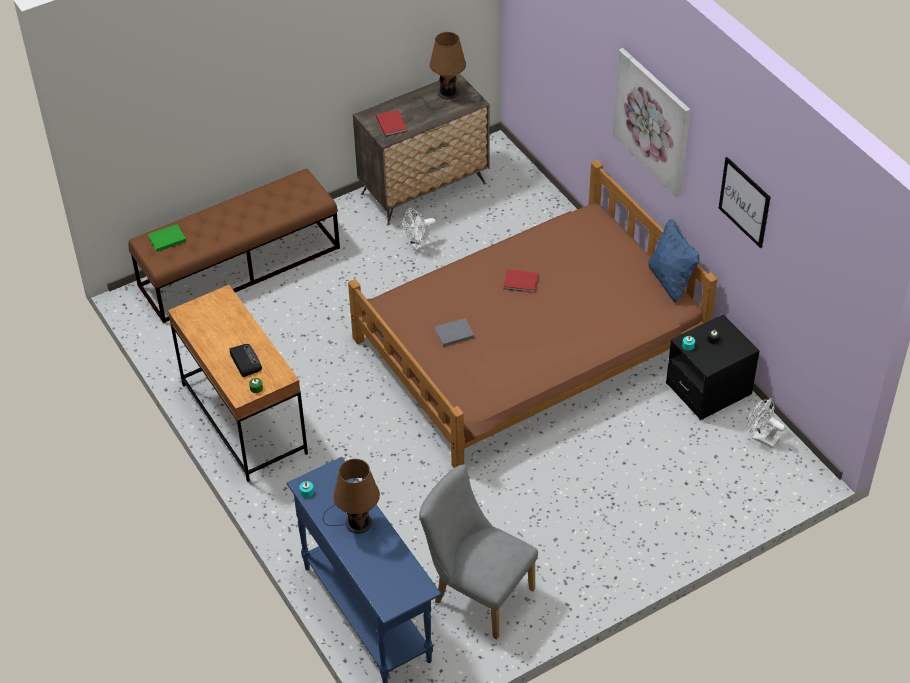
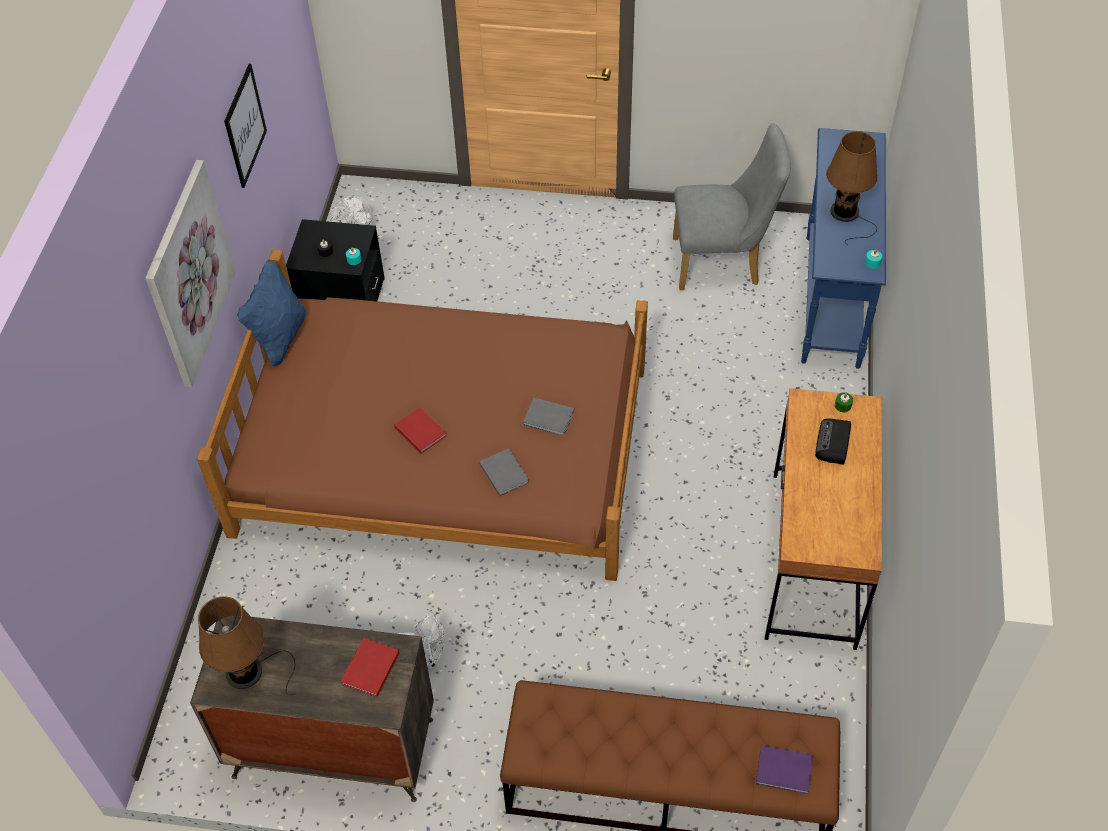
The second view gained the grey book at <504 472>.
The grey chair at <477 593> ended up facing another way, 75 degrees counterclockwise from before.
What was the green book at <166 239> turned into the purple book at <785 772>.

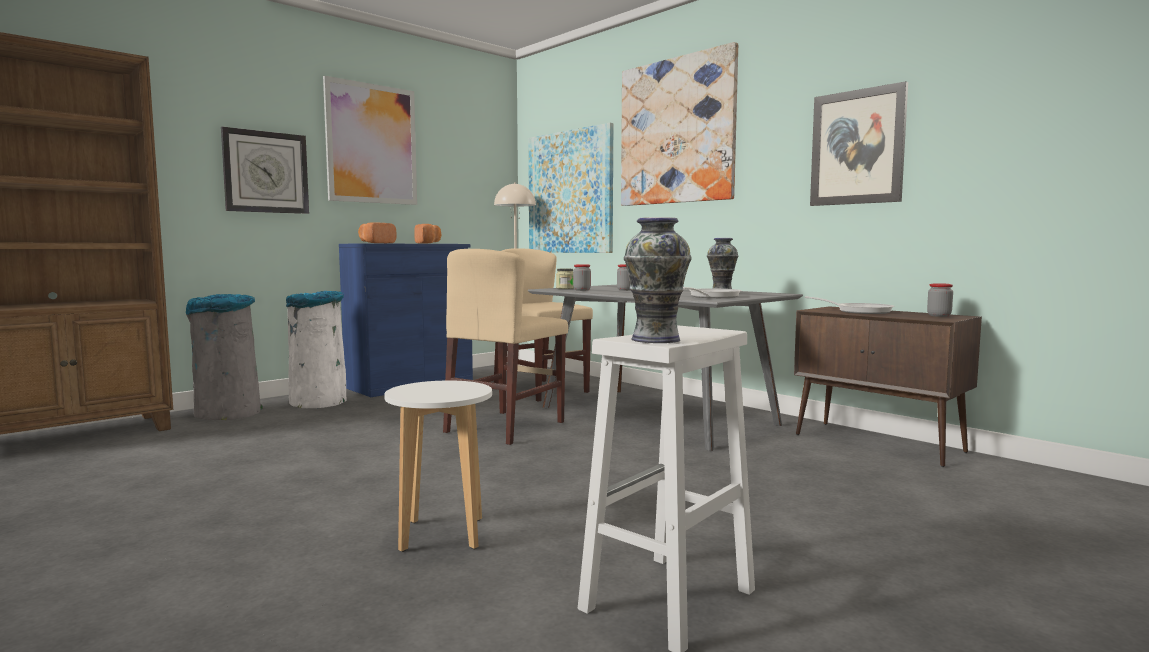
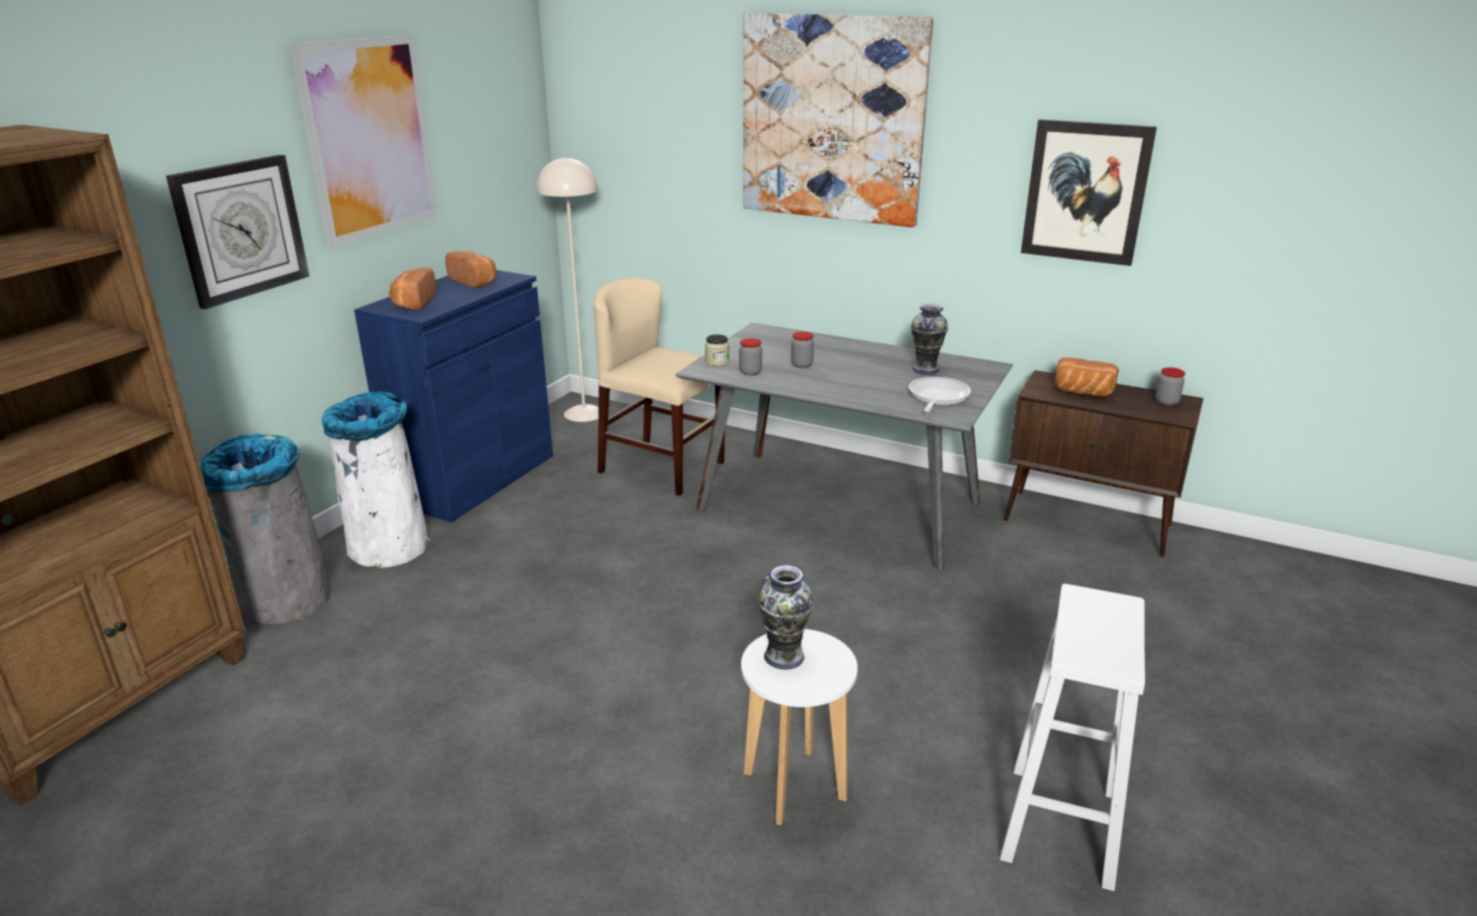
The vase ended up elsewhere, having gone from <655 339> to <783 657>.
Where the frying pan stood at <859 311>, the bread came to stand at <1082 393>.
The second view lost the beige chair at <505 427>.
The second view lost the picture at <570 192>.

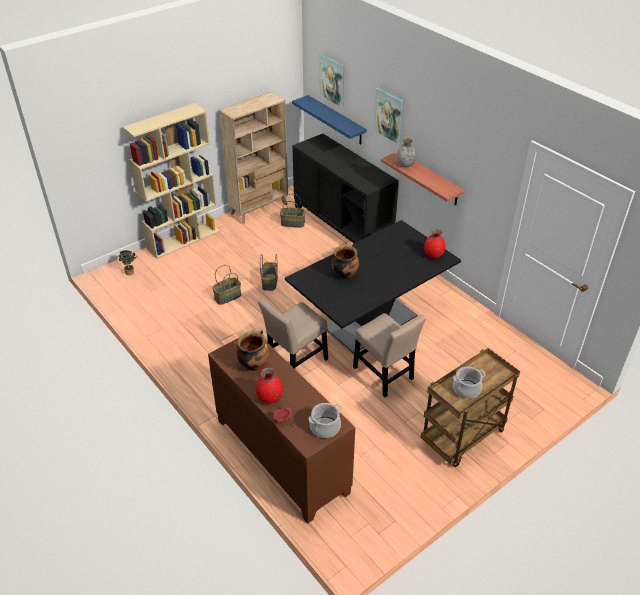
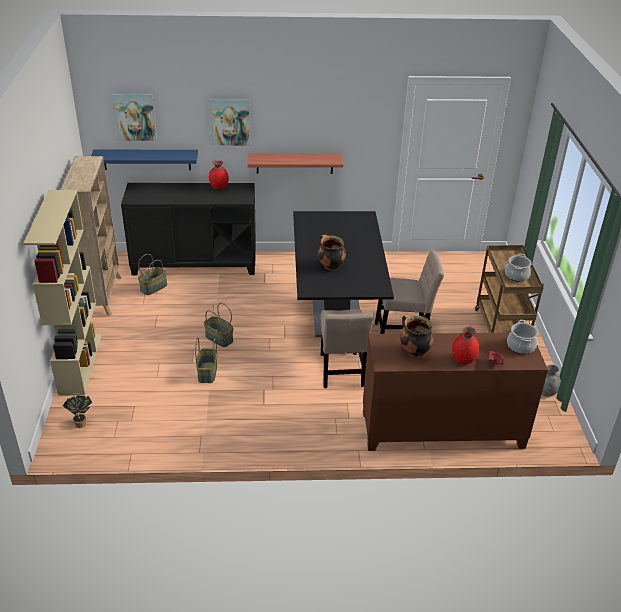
The red vase ended up elsewhere, having gone from <433 255> to <219 187>.
The grey vase ended up elsewhere, having gone from <405 165> to <546 392>.

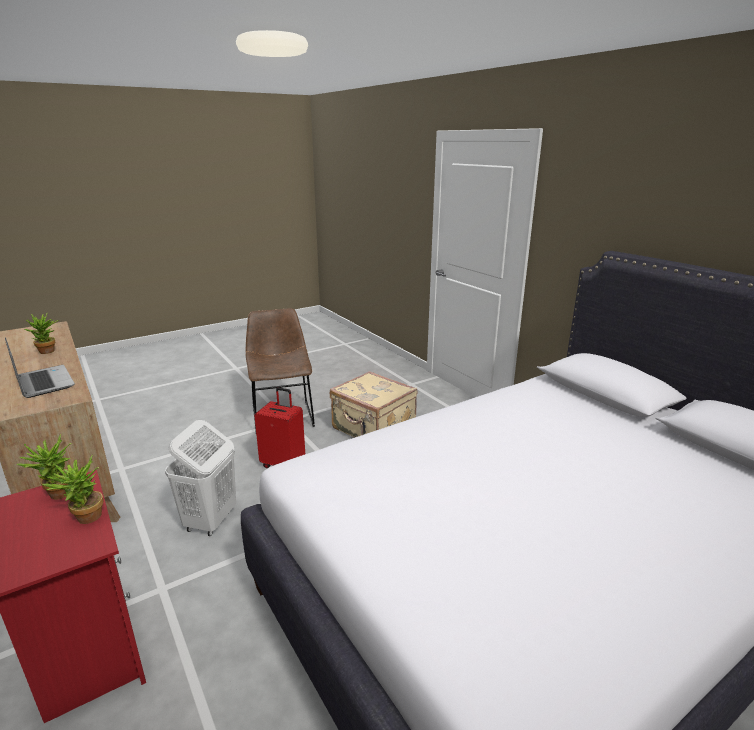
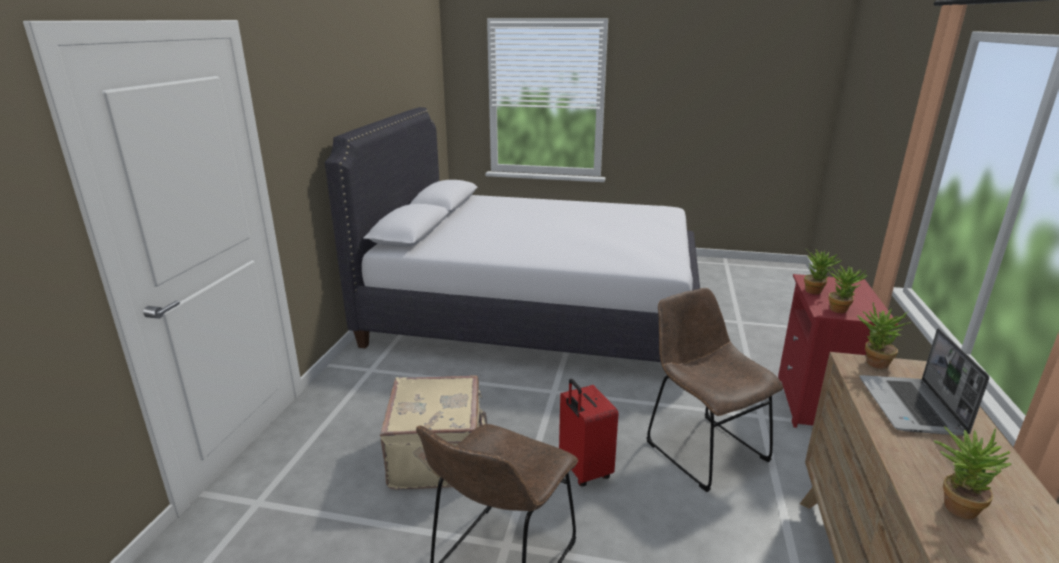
Where the white laundry basket stood at <210 521>, the brown chair came to stand at <702 448>.
The second view gained the potted plant at <872 363>.

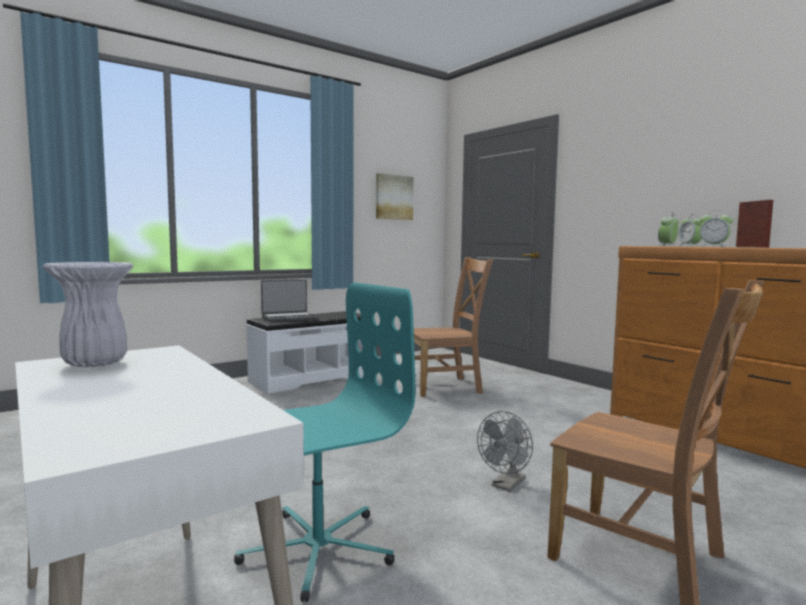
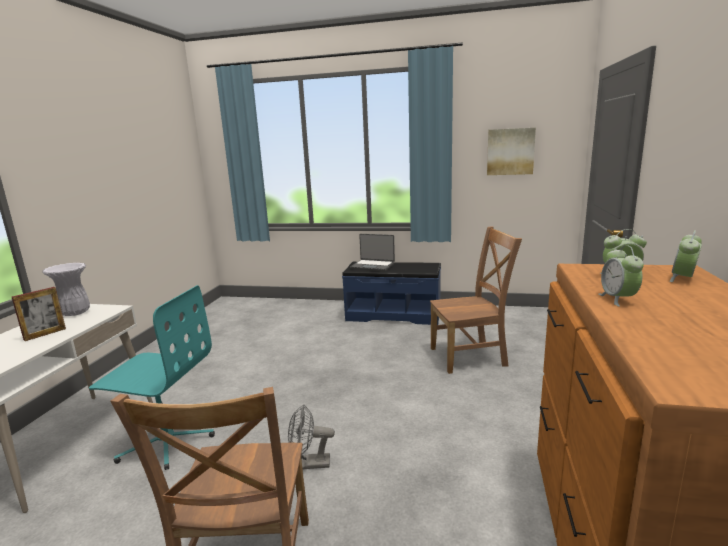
The picture frame ended up elsewhere, having gone from <751 247> to <45 334>.
What was the white bench at <310 378> turned into the blue bench at <393 315>.
The brown chair at <446 387> ended up facing another way, 45 degrees counterclockwise from before.

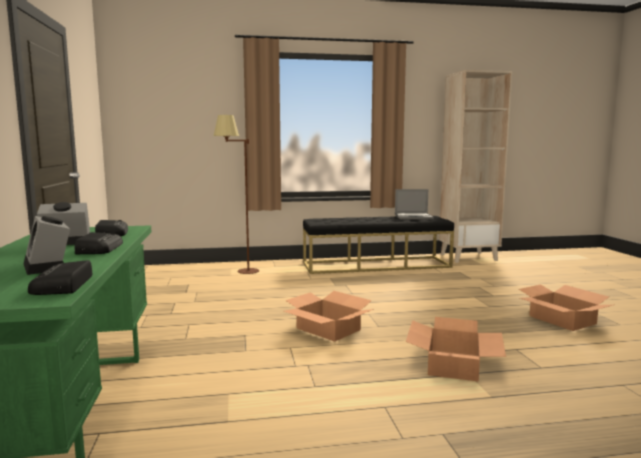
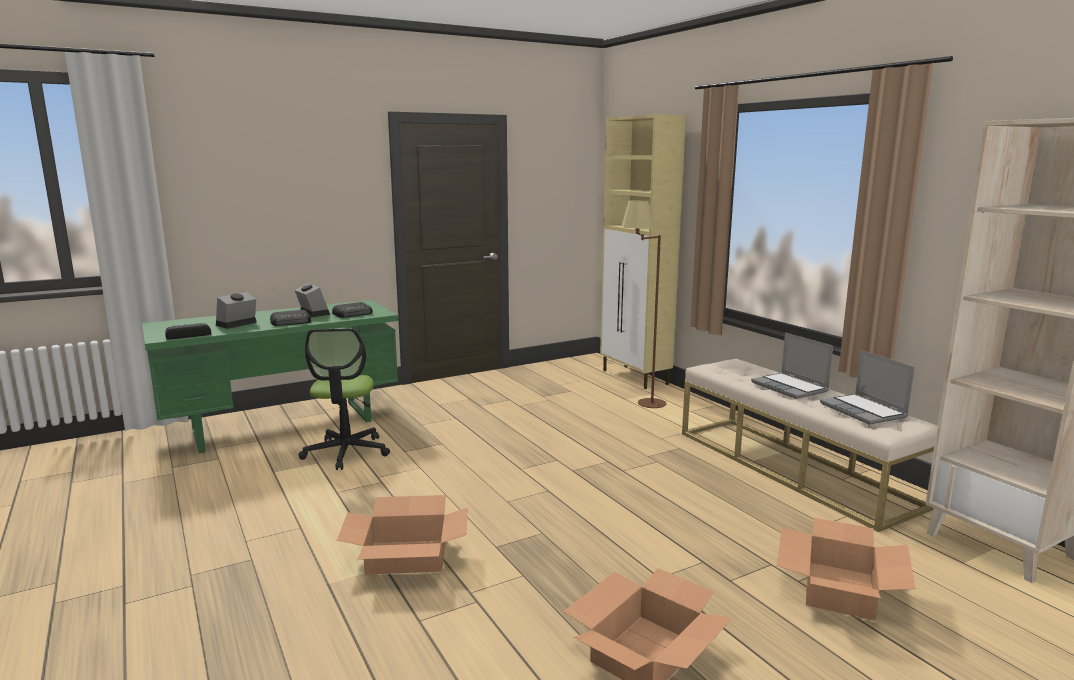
The second view gained the office chair at <346 452>.
The second view gained the beige cabinet at <635 377>.
What was the black bench at <376 265> turned into the beige bench at <793 467>.
The second view gained the laptop at <790 387>.
The cardboard box ended up elsewhere, having gone from <328 329> to <839 590>.

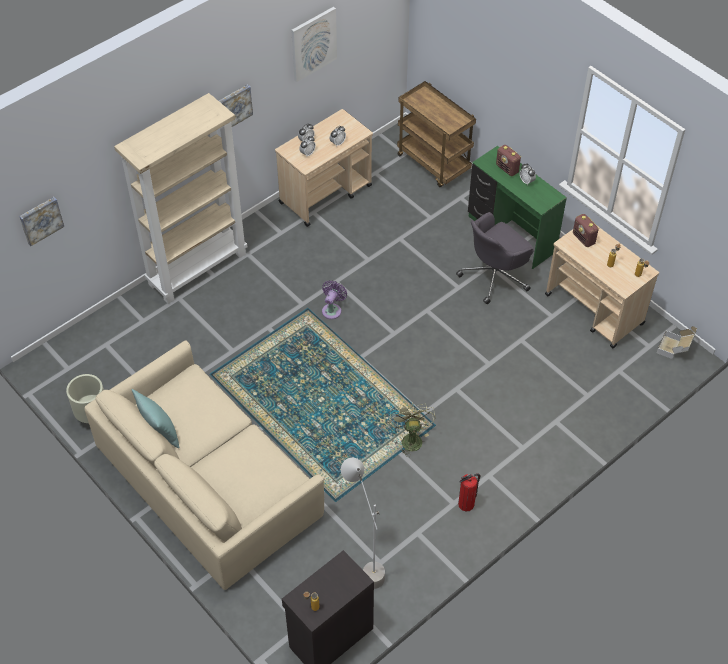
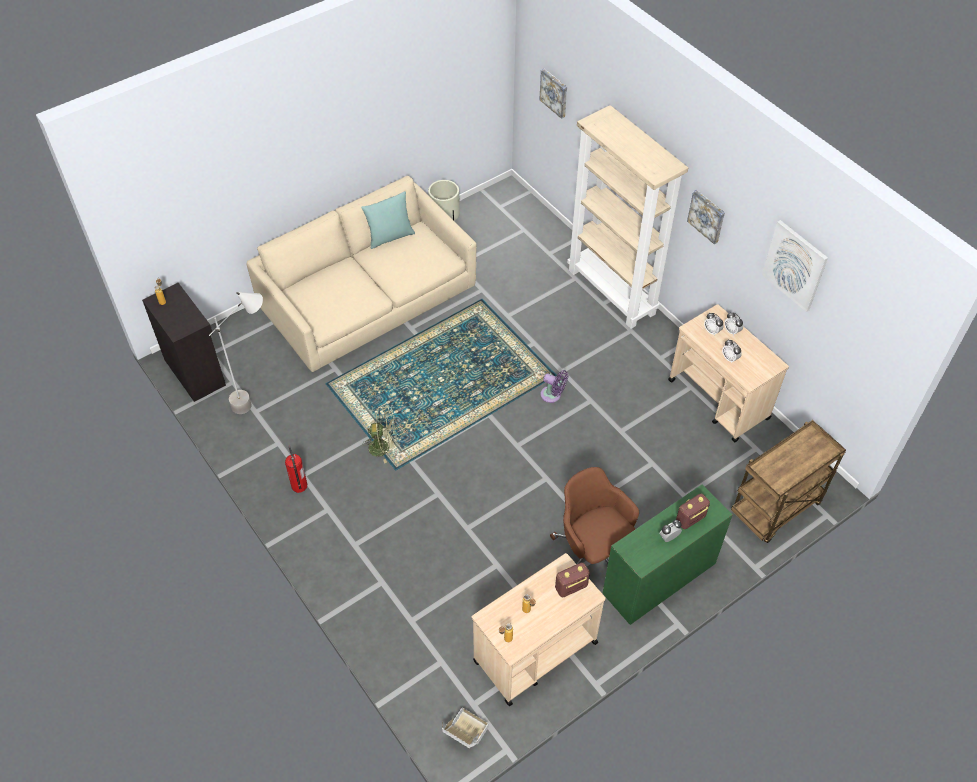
What was the grey office chair at <495 276> turned into the brown office chair at <592 551>.

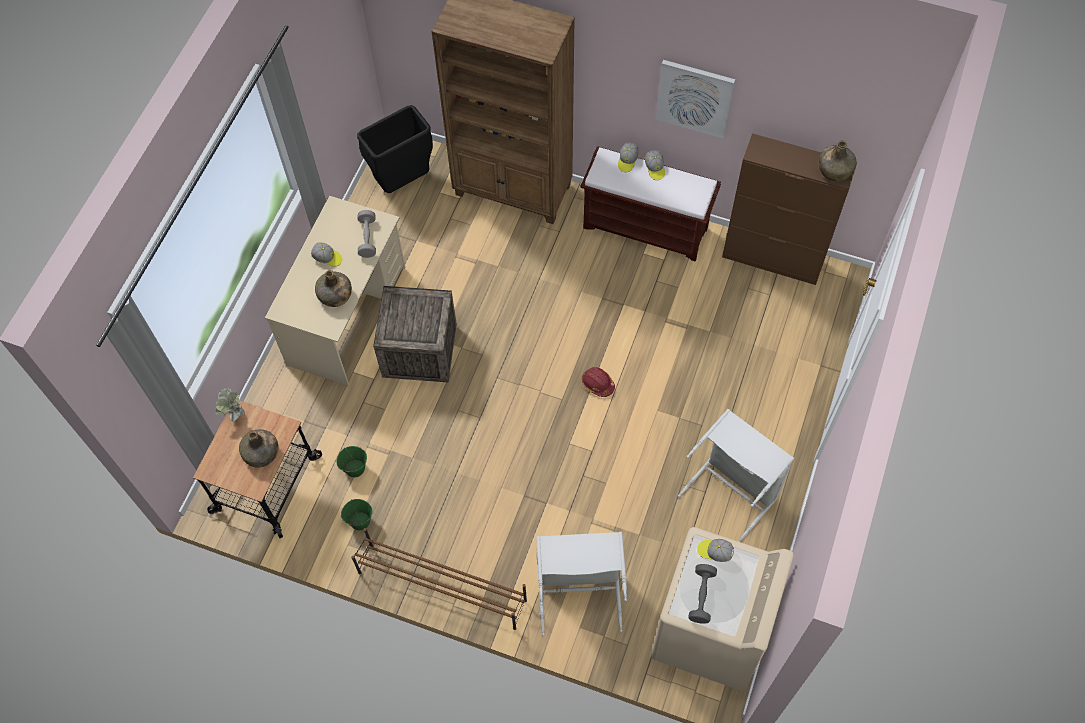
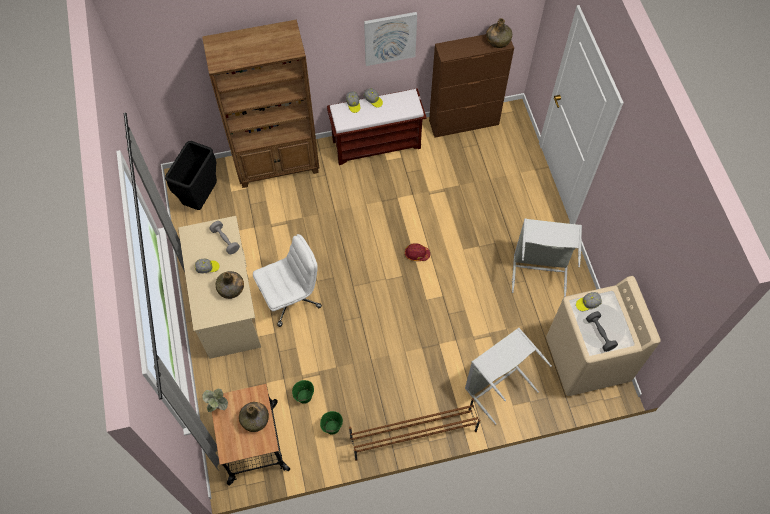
Where the crate stood at <419 350>, the white office chair came to stand at <291 298>.

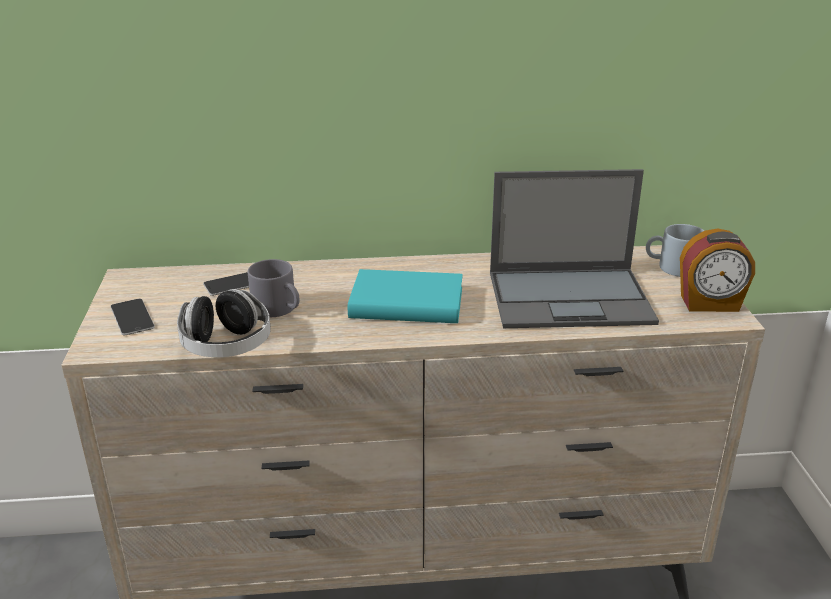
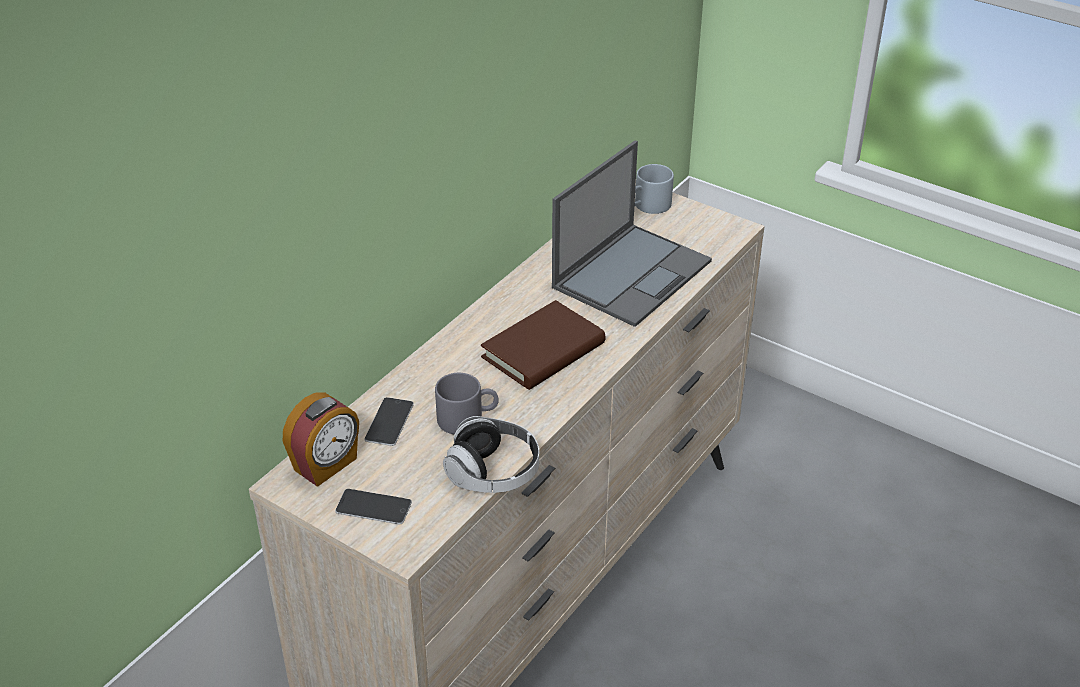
The alarm clock ended up elsewhere, having gone from <709 304> to <326 465>.
What was the turquoise book at <406 303> turned into the brown book at <543 351>.

